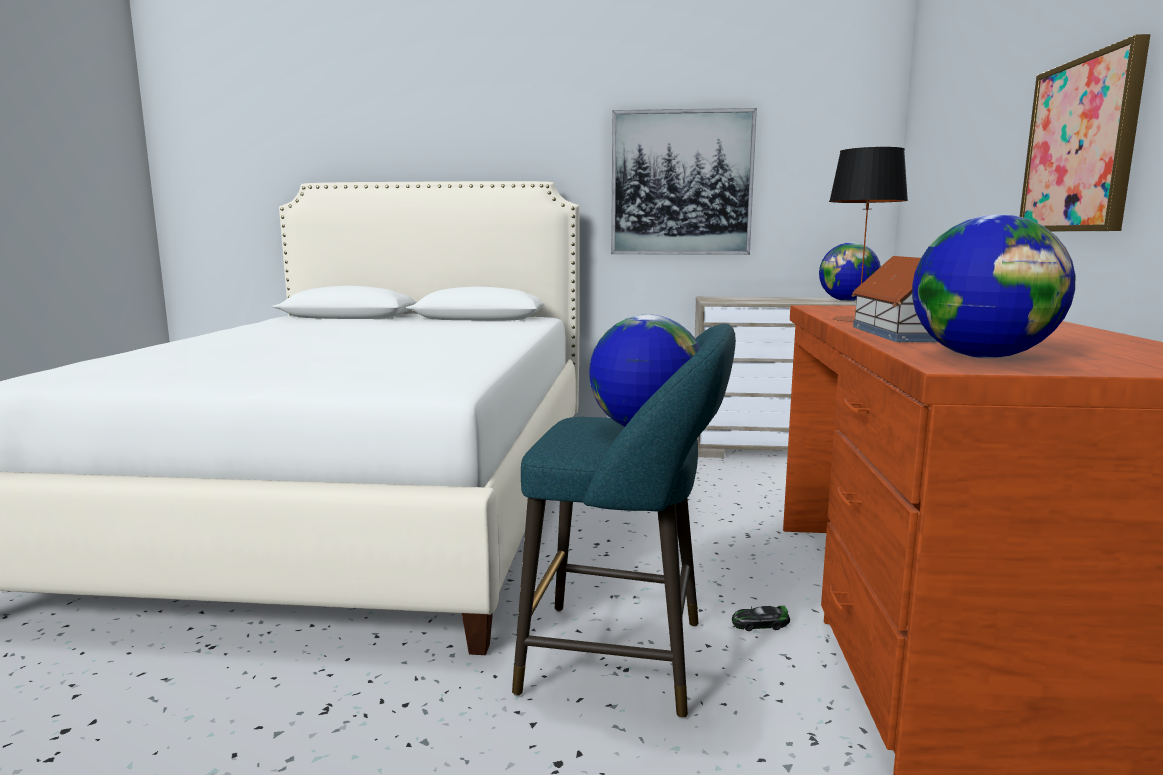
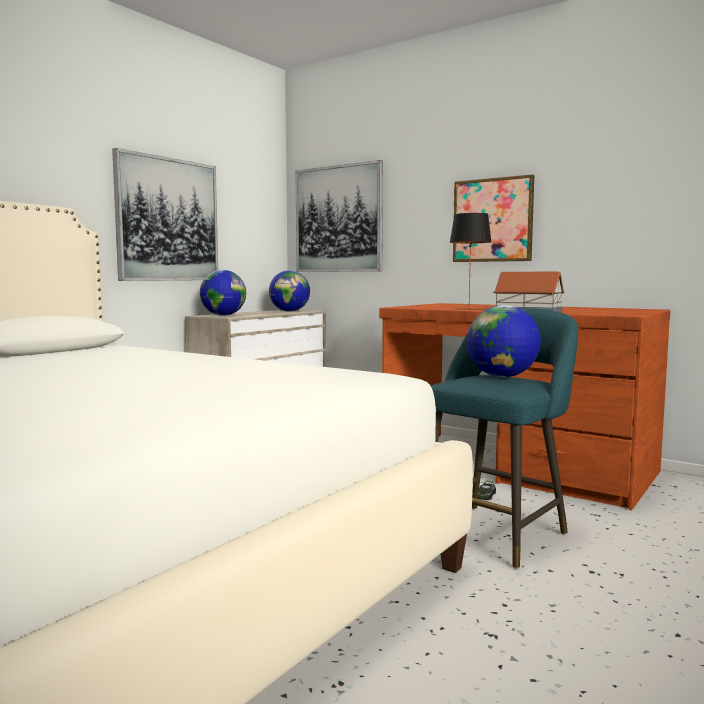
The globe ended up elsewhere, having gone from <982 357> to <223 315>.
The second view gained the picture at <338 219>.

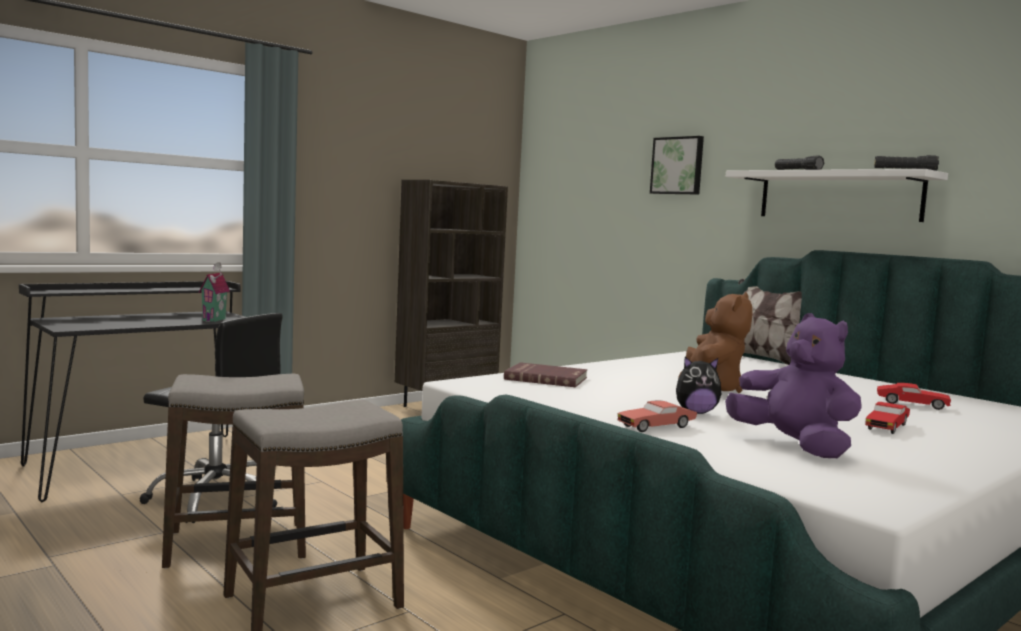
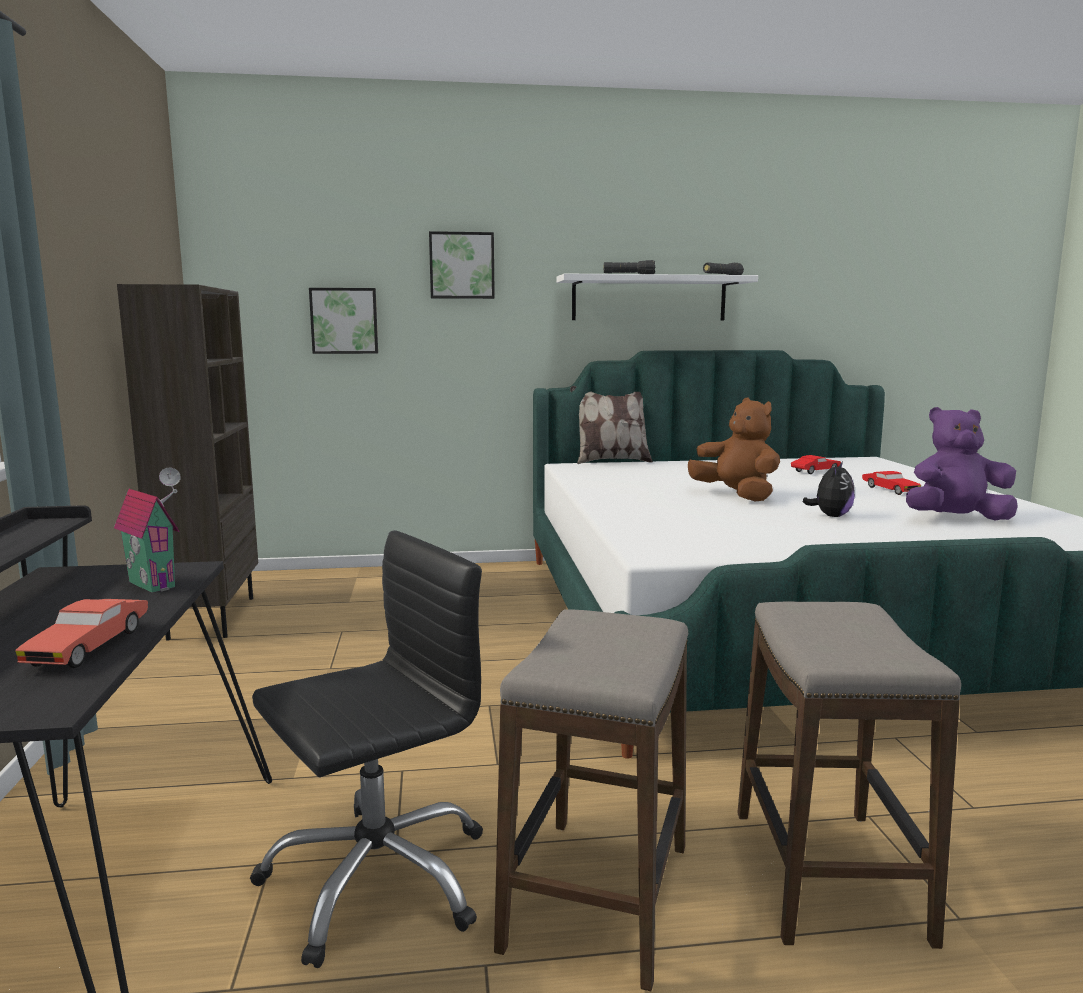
The red toy car ended up elsewhere, having gone from <656 427> to <89 647>.
The second view gained the picture at <344 321>.
The second view lost the red book at <546 378>.

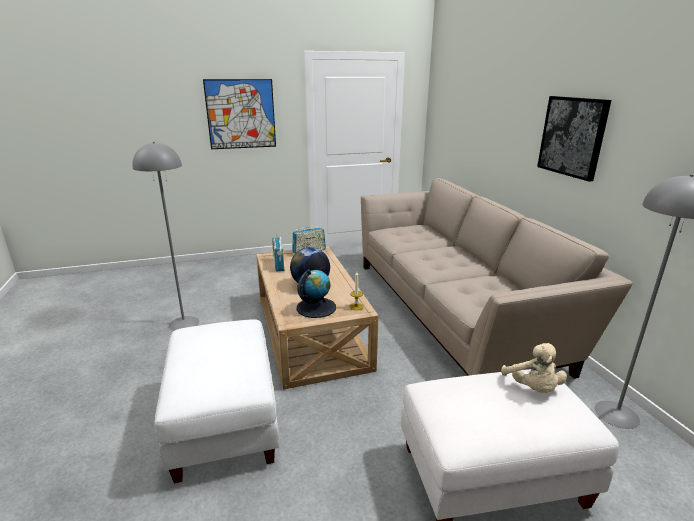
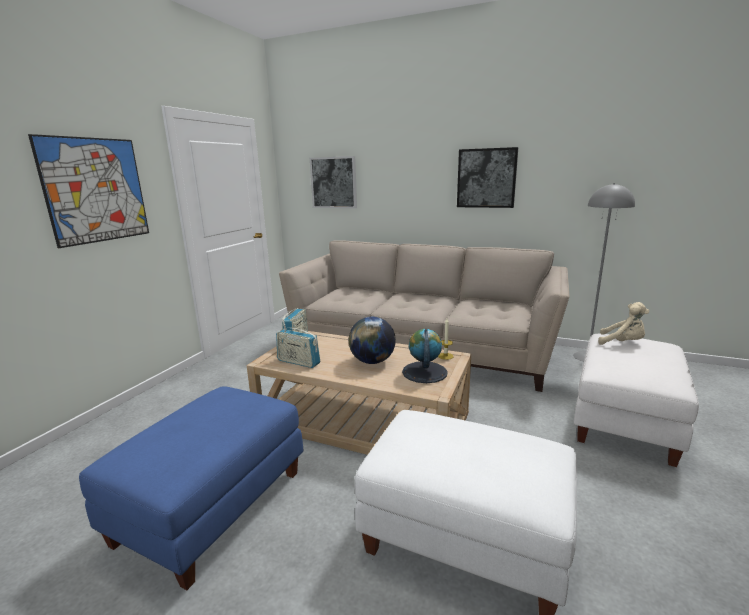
Where the grey floor lamp stood at <184 323>, the blue ottoman came to stand at <212 505>.
The second view gained the picture at <334 182>.

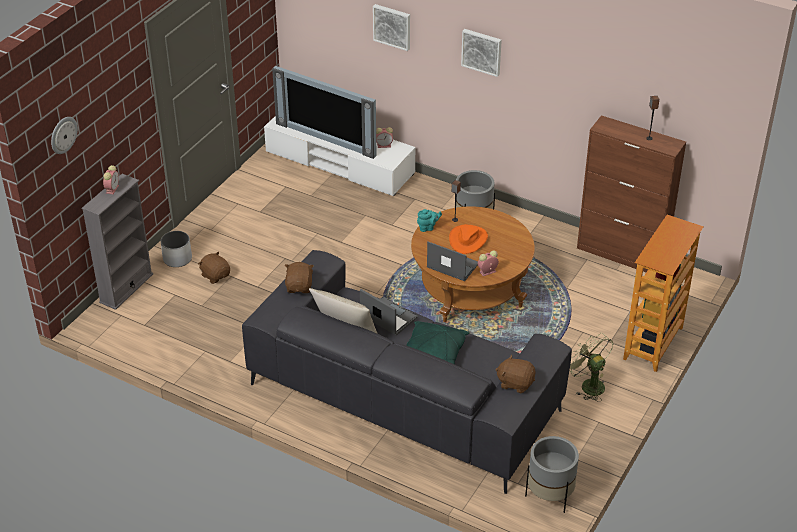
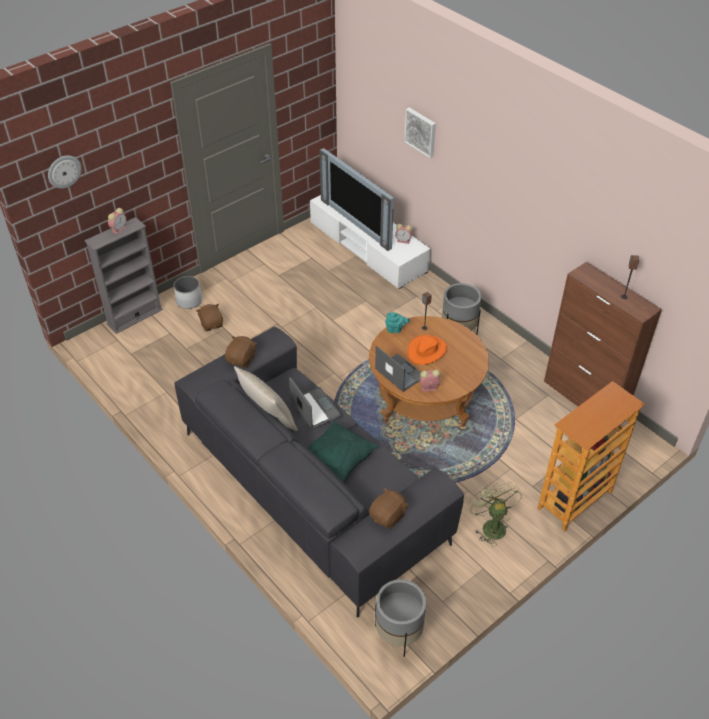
The brown plush toy at <515 383> ended up facing another way, 90 degrees clockwise from before.
The second view lost the picture at <482 51>.

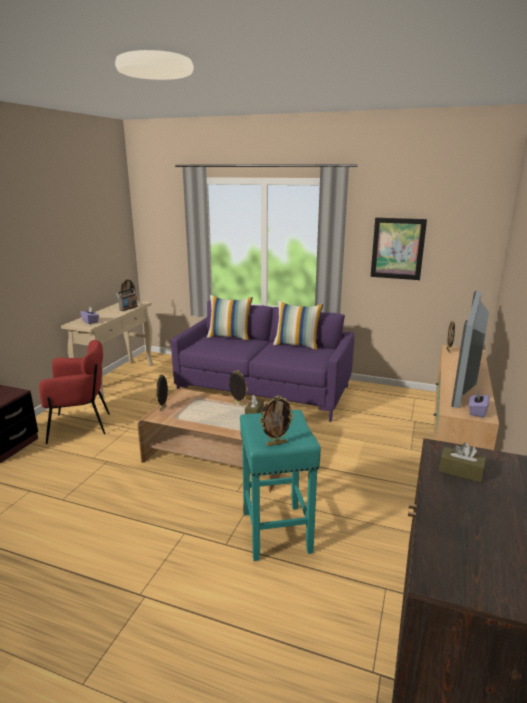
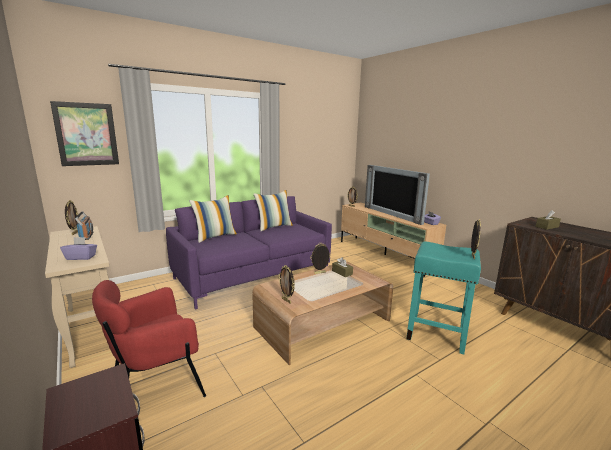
The picture ended up elsewhere, having gone from <397 248> to <86 134>.
The red armchair at <80 426> ended up facing another way, 150 degrees counterclockwise from before.

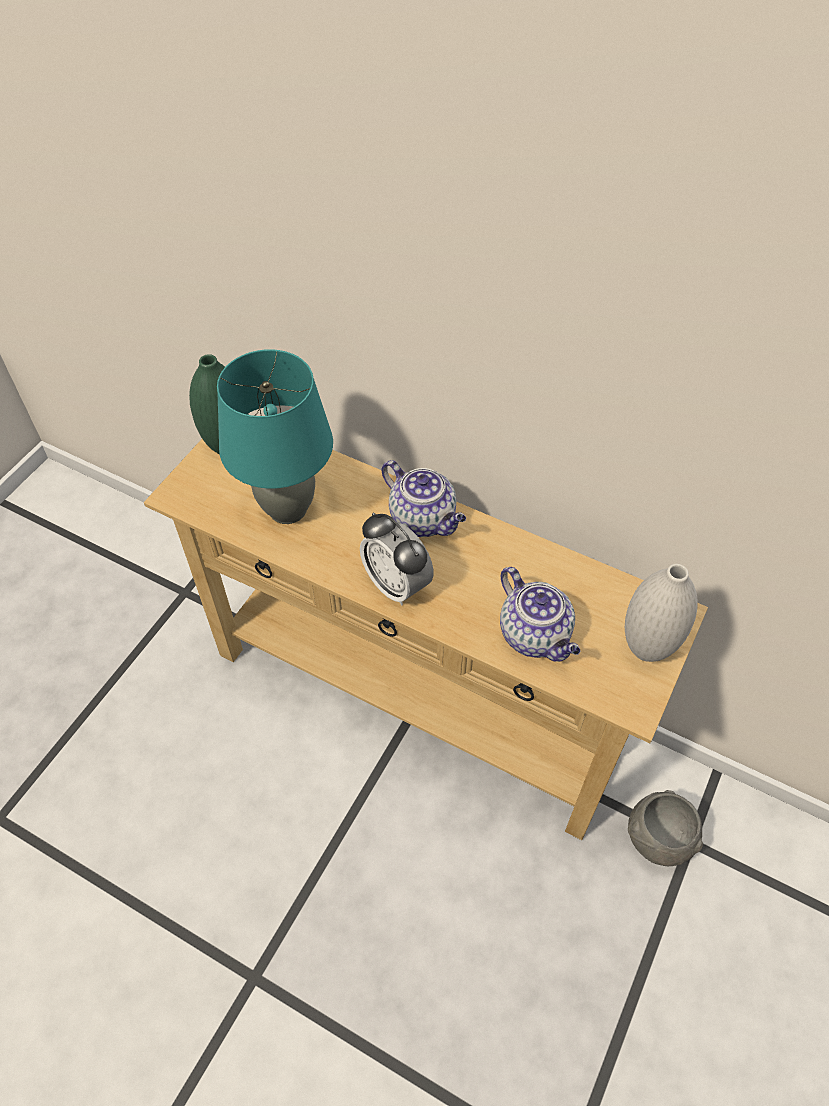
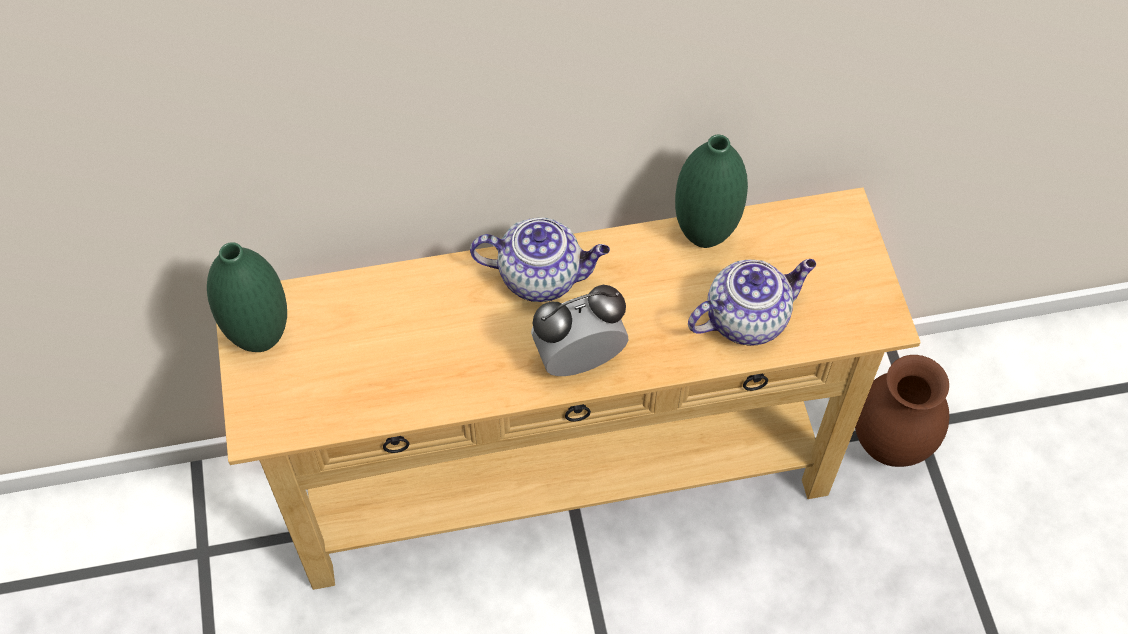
The alarm clock at <396 584> ended up facing another way, 150 degrees clockwise from before.
The second view gained the green vase at <704 234>.
The teapot at <536 635> ended up facing another way, 45 degrees counterclockwise from before.
Where the grey bowl stood at <659 840>, the brown vase came to stand at <891 443>.
The second view lost the turquoise table lamp at <288 510>.
The second view lost the white vase at <646 648>.

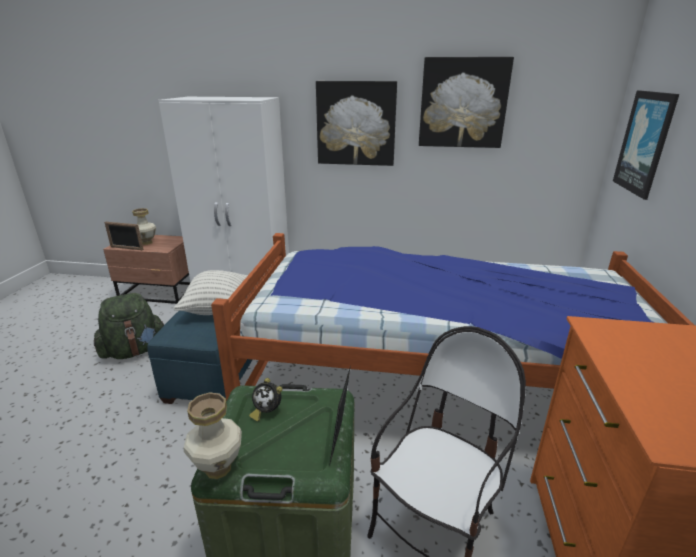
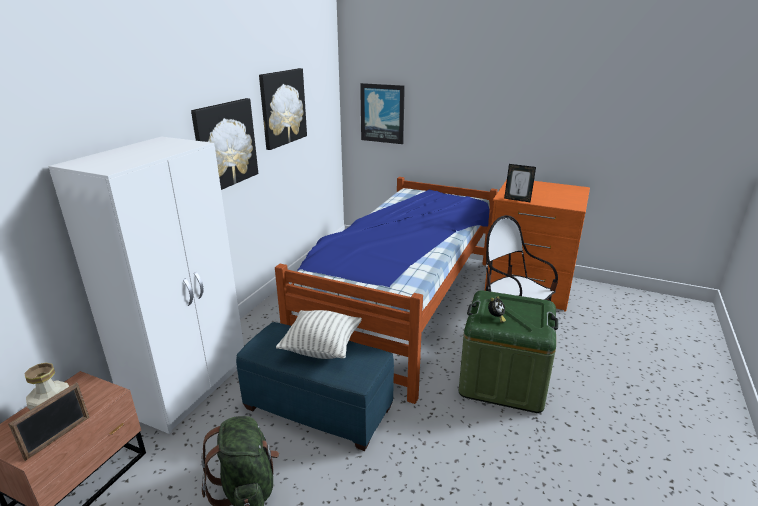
The picture frame ended up elsewhere, having gone from <340 444> to <517 199>.
The second view lost the vase at <218 469>.

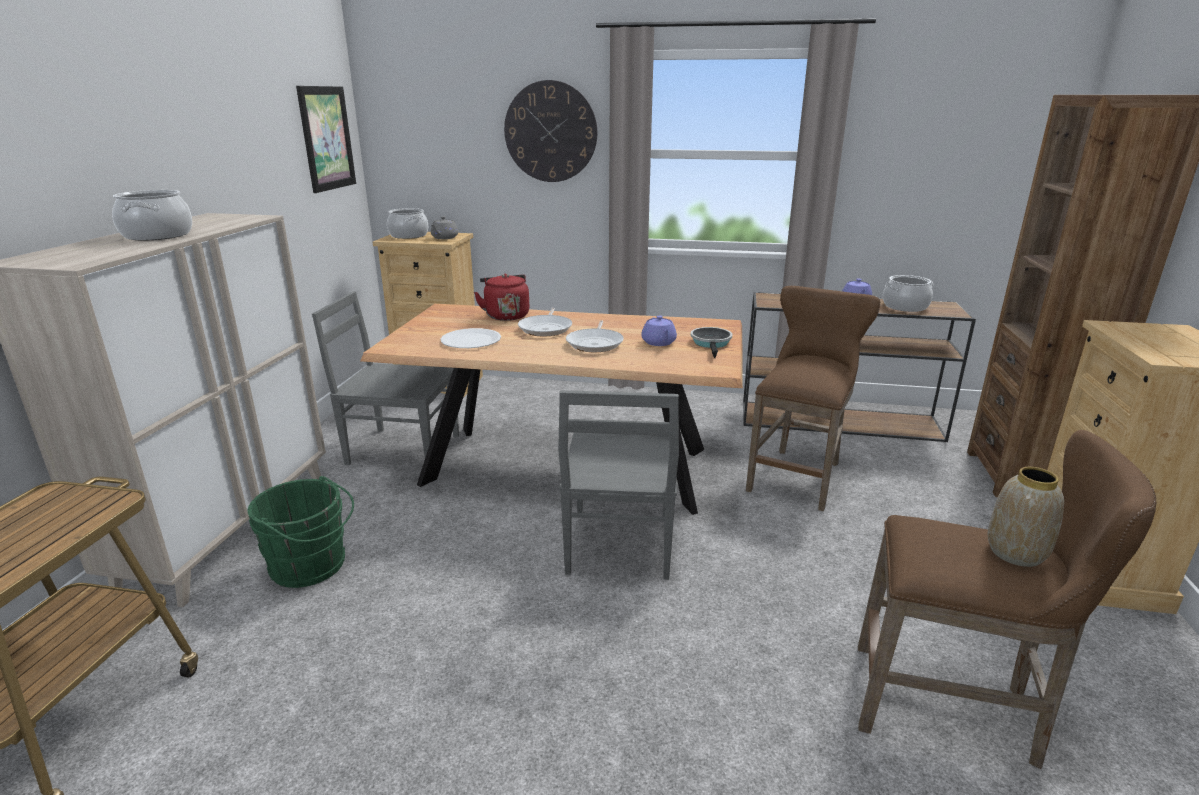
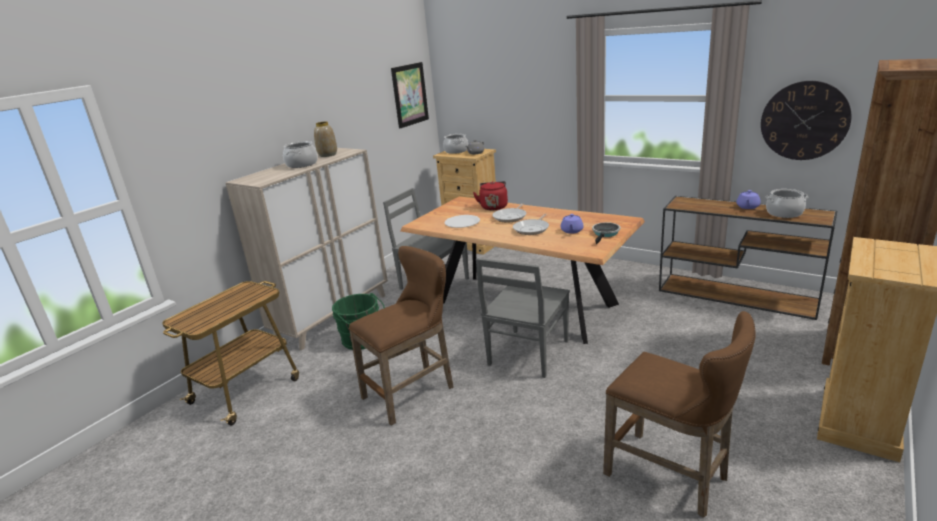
The vase ended up elsewhere, having gone from <1015 553> to <327 155>.
The brown stool ended up elsewhere, having gone from <798 475> to <413 391>.
The wall clock ended up elsewhere, having gone from <550 132> to <804 121>.

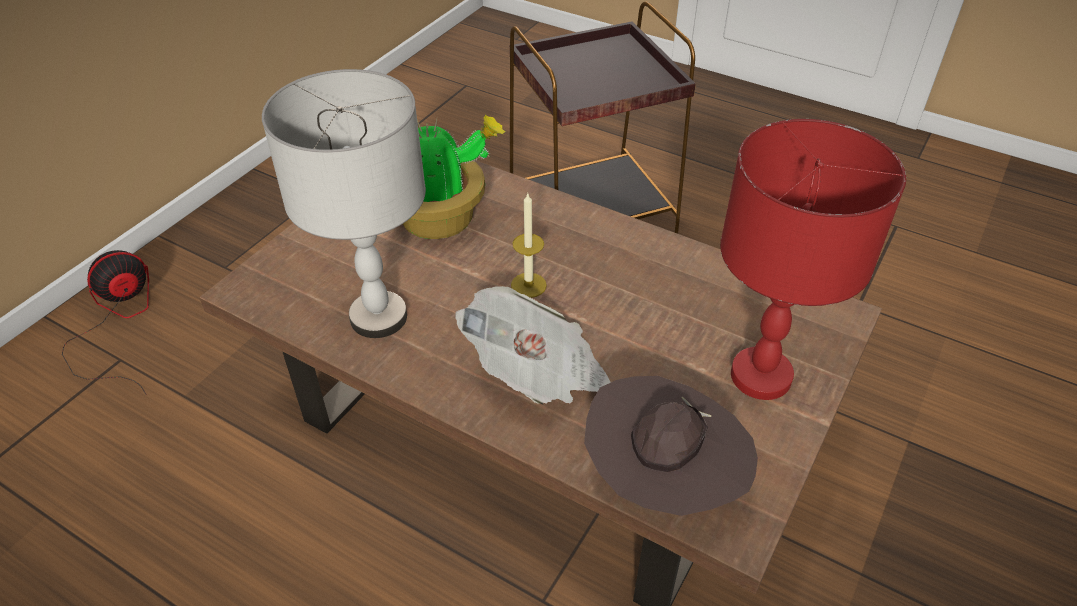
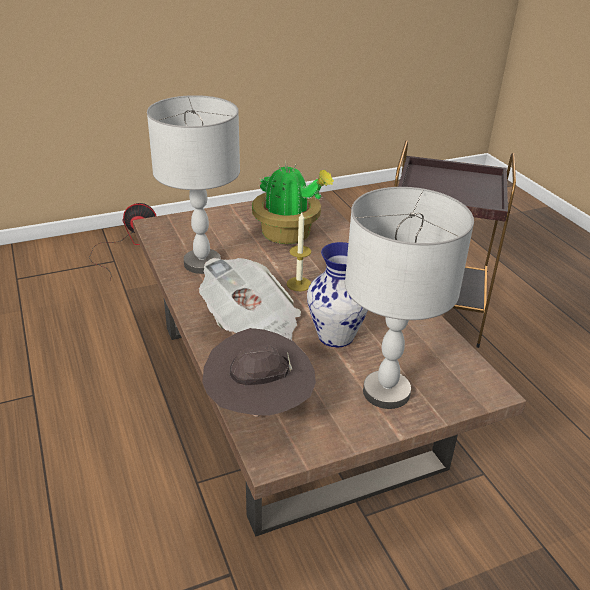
The second view gained the vase at <335 336>.
What was the red table lamp at <760 375> turned into the grey table lamp at <386 391>.

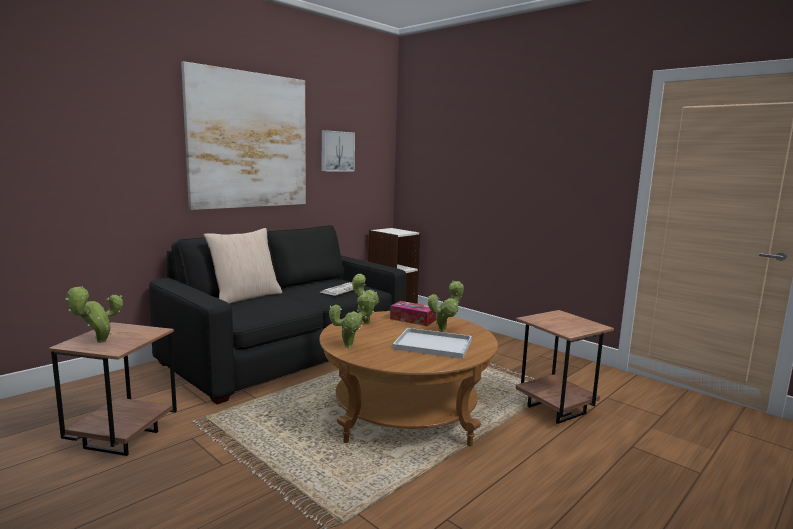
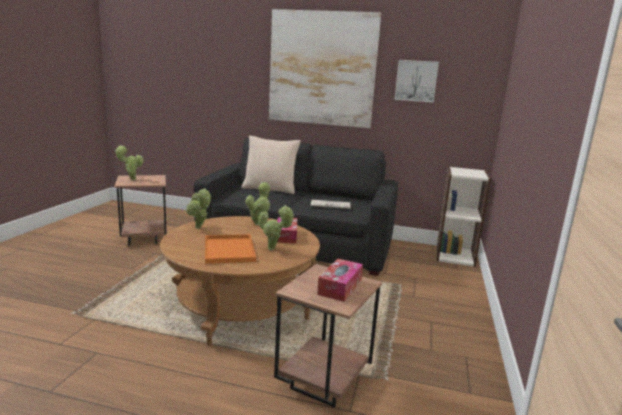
What was the white tray at <434 344> turned into the orange tray at <230 250>.
The second view gained the tissue box at <340 287>.

